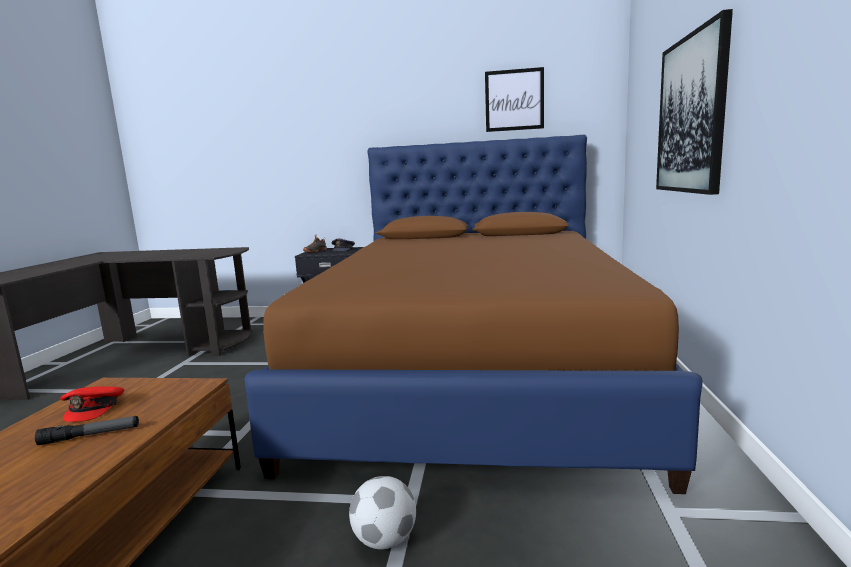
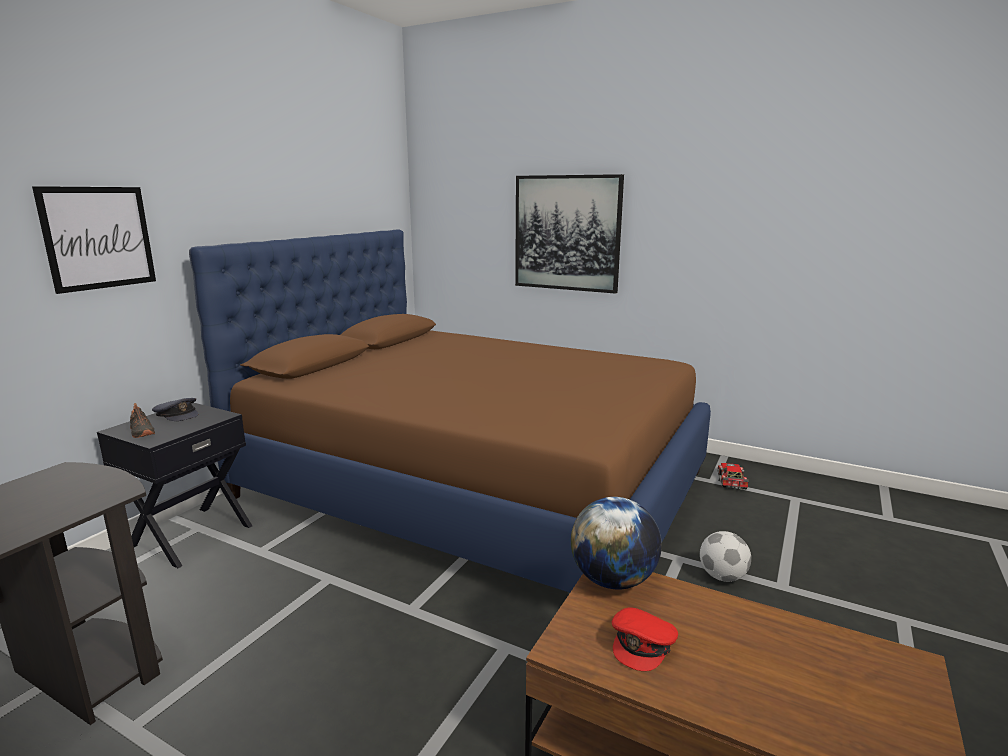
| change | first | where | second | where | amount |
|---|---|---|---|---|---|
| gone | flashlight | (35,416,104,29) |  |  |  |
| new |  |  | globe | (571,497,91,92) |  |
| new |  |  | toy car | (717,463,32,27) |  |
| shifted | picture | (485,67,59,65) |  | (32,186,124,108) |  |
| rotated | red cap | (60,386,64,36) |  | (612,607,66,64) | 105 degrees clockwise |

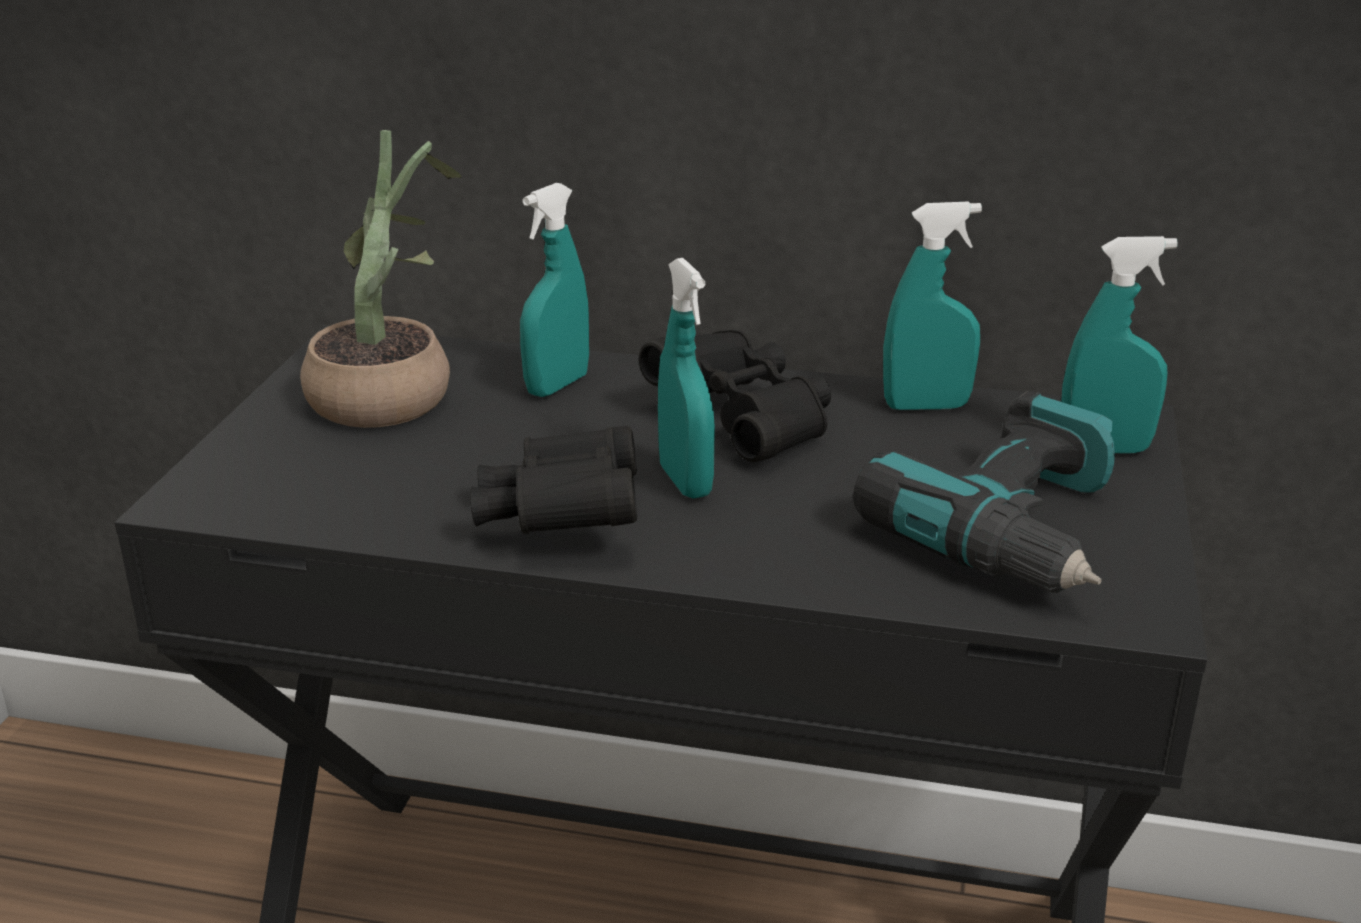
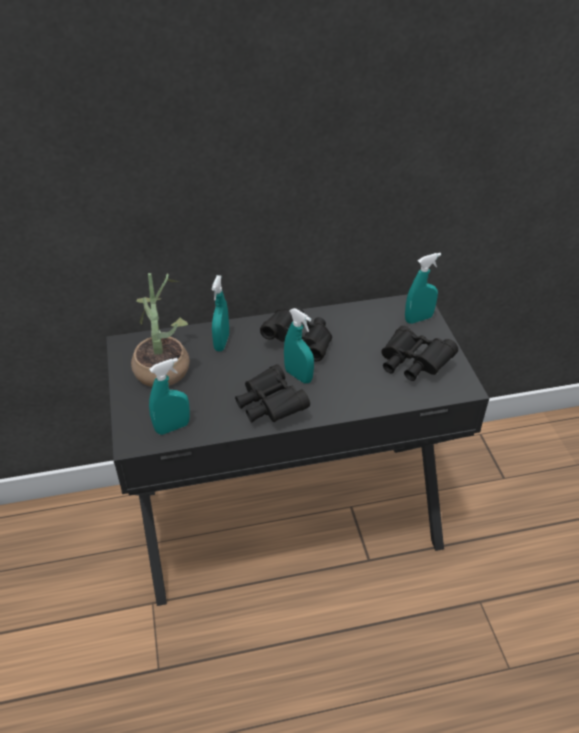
| change | first | where | second | where | amount |
|---|---|---|---|---|---|
| shifted | turquoise spray bottle | (883,201,99,209) |  | (149,358,41,77) |  |
| swapped | power drill | (853,391,262,202) | black binoculars | (381,326,77,55) |  |

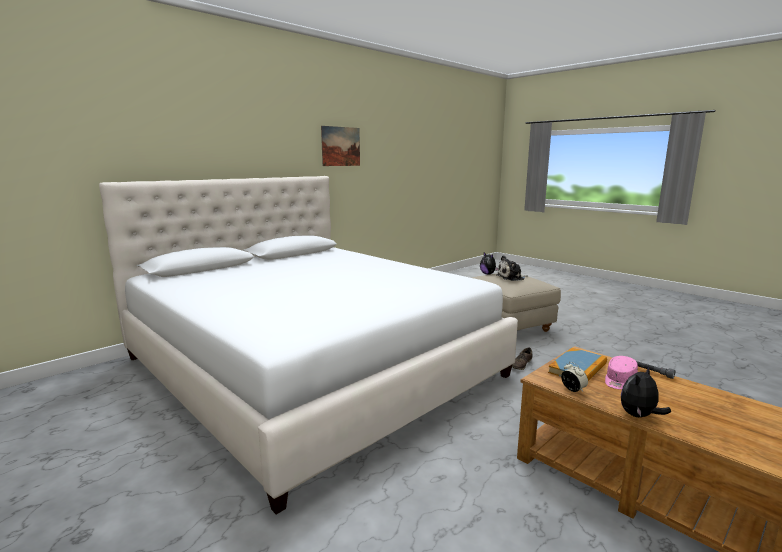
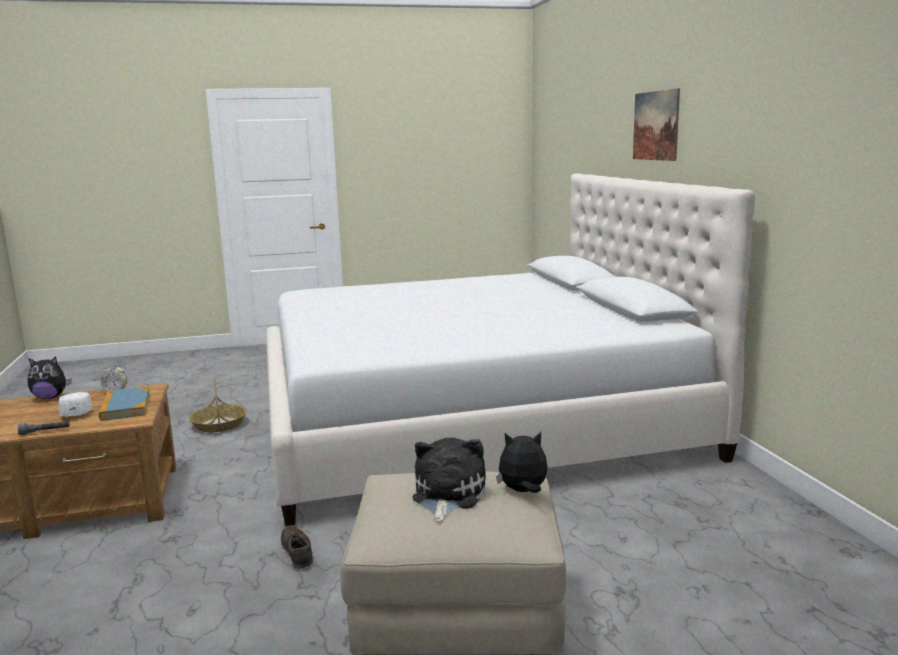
| change | first | where | second | where | amount |
|---|---|---|---|---|---|
| new |  |  | basket | (189,378,58,54) |  |
| shifted | picture | (321,126,39,40) |  | (633,88,47,73) |  |
| repainted | pink cap | (605,356,33,33) | white cap | (59,392,33,24) |  |
| rotated | plush toy | (621,365,50,52) |  | (28,356,44,43) | 90 degrees clockwise |

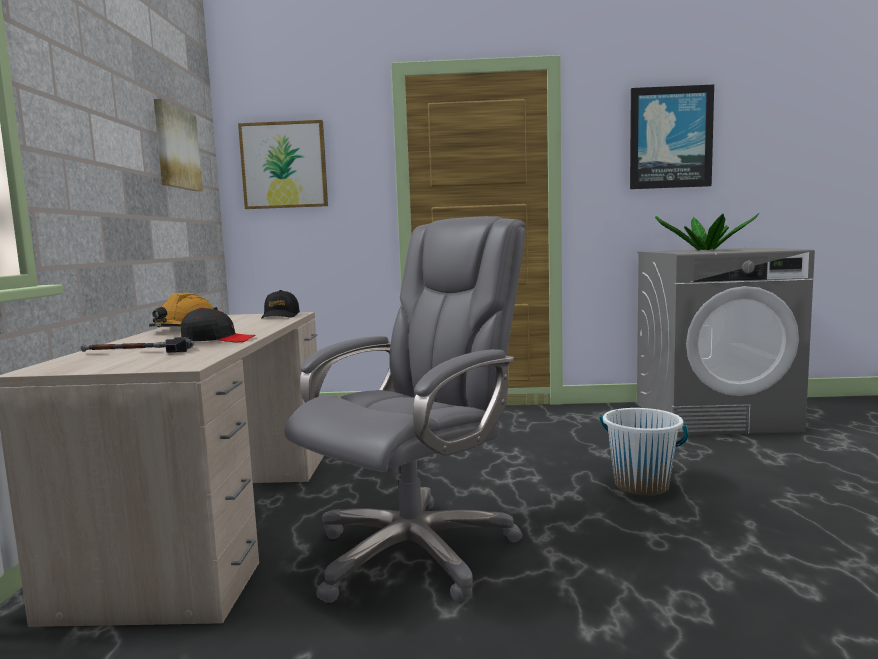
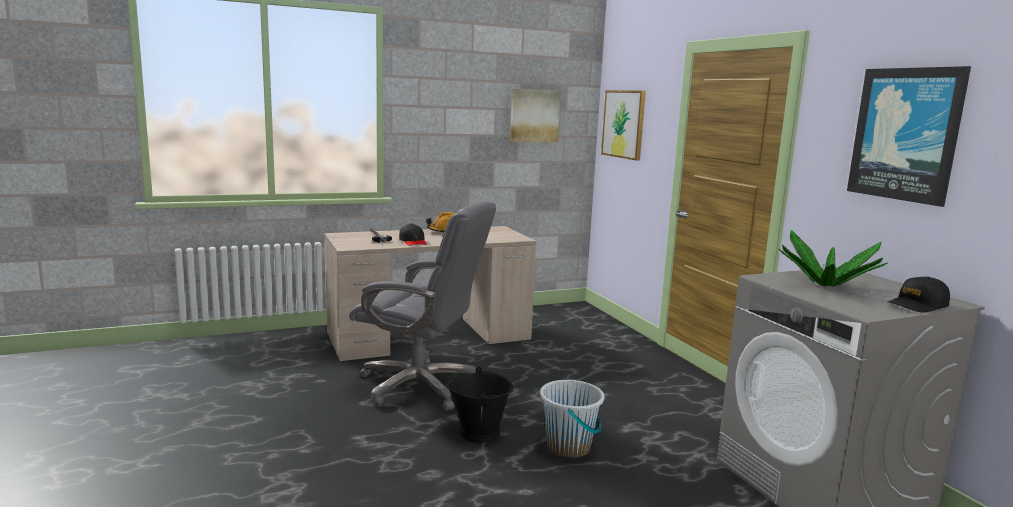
| change | first | where | second | where | amount |
|---|---|---|---|---|---|
| new |  |  | black bucket | (446,367,67,75) |  |
| shifted | black cap | (261,290,39,29) |  | (888,276,62,36) |  |

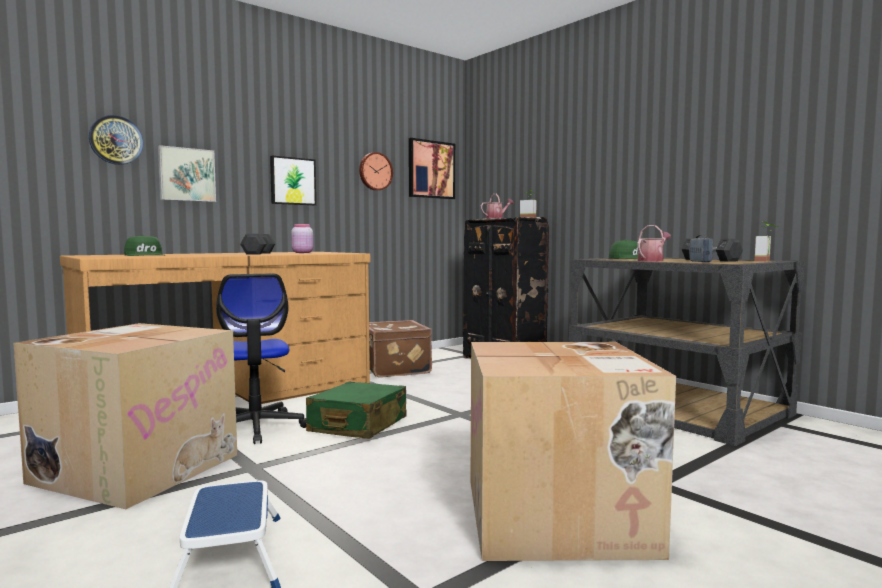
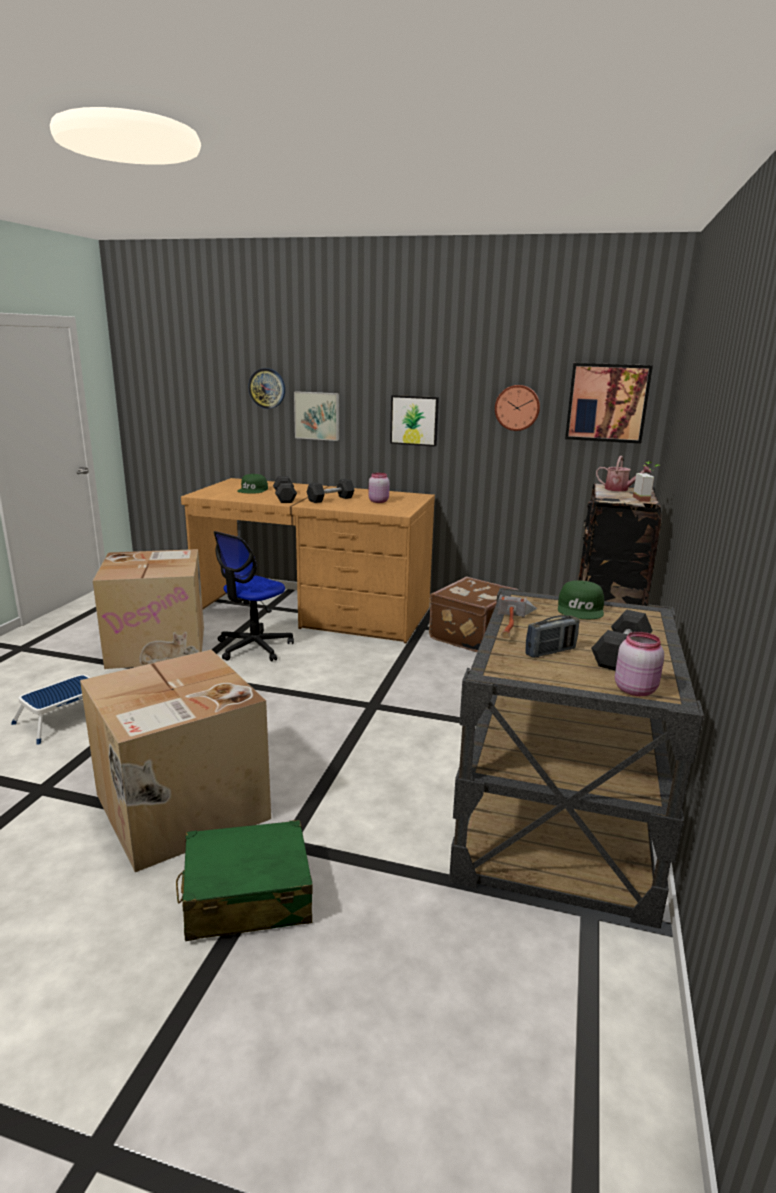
| change | first | where | second | where | amount |
|---|---|---|---|---|---|
| new |  |  | grey dumbbell | (273,476,24,27) |  |
| shifted | green suitcase | (306,382,100,57) |  | (176,820,136,121) |  |
| swapped | watering can | (637,225,34,36) | hammer | (498,595,39,43) |  |
| swapped | potted plant | (755,222,25,39) | pink jar | (615,632,49,64) |  |

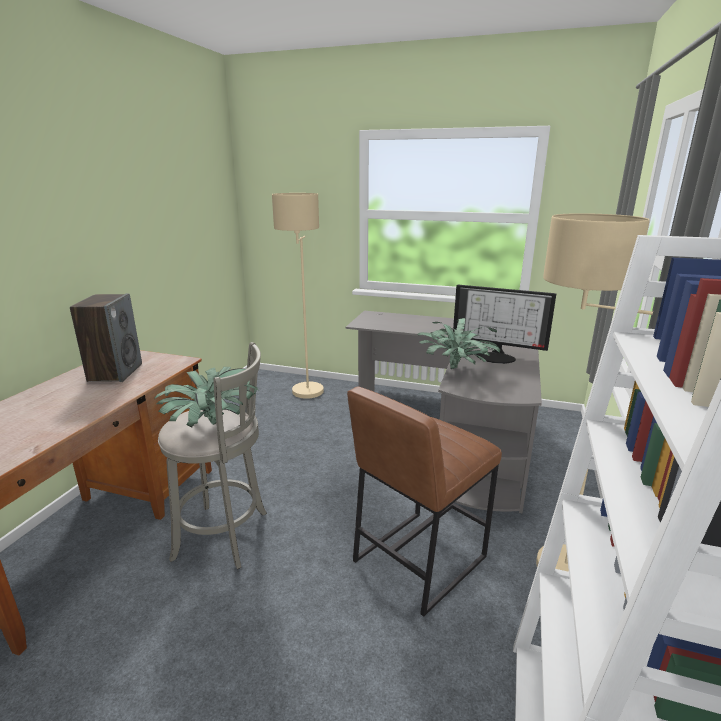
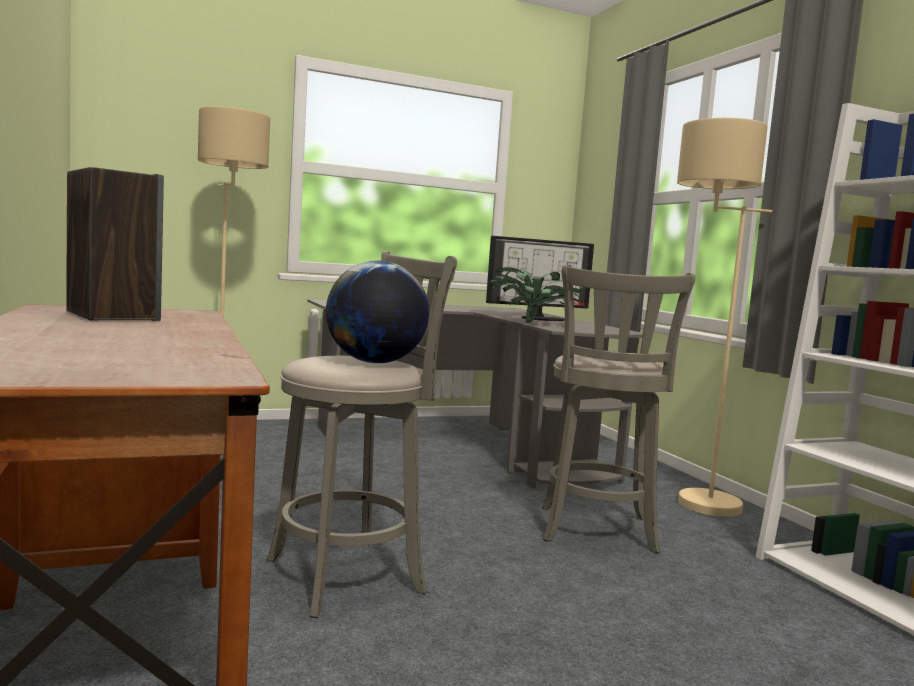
| change | first | where | second | where | amount |
|---|---|---|---|---|---|
| swapped | potted plant | (154,367,104,60) | globe | (326,260,103,103) |  |
| swapped | brown chair | (347,387,155,230) | grey stool | (542,265,154,288) |  |

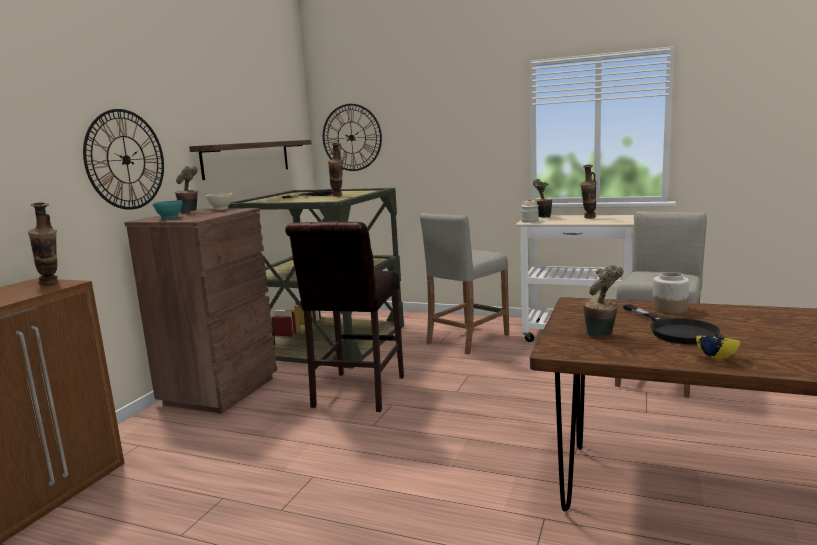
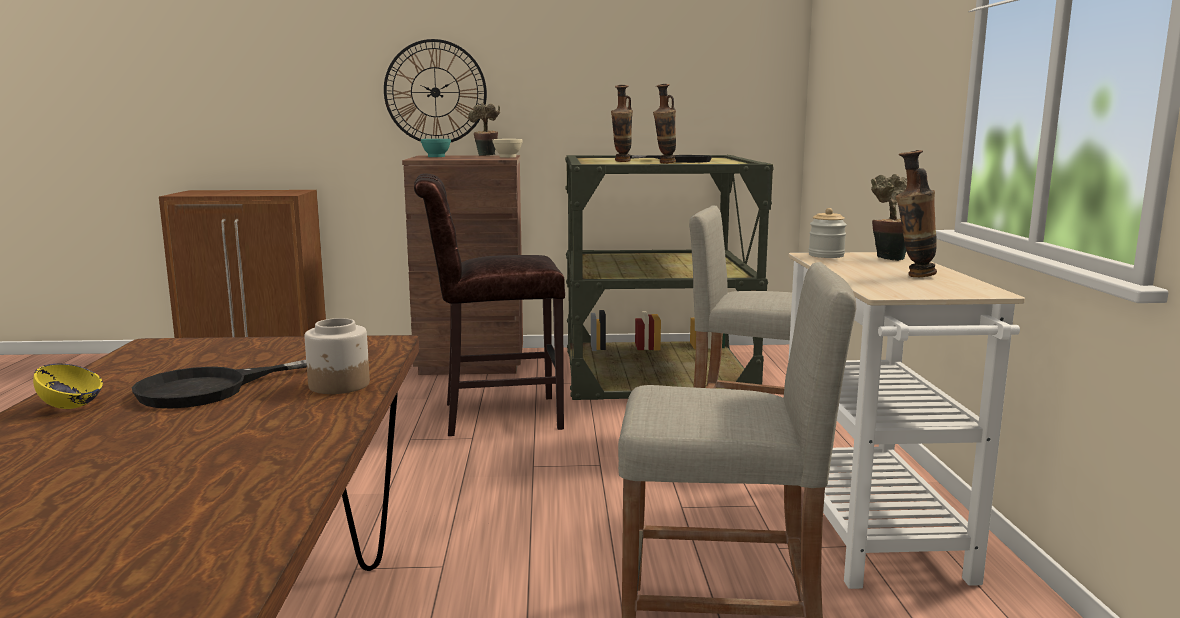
| change | first | where | second | where | amount |
|---|---|---|---|---|---|
| gone | shelf | (189,140,123,40) |  |  |  |
| gone | wall clock | (323,104,59,67) |  |  |  |
| gone | potted plant | (583,265,40,72) |  |  |  |
| shifted | vase | (28,203,31,83) |  | (611,85,22,77) |  |

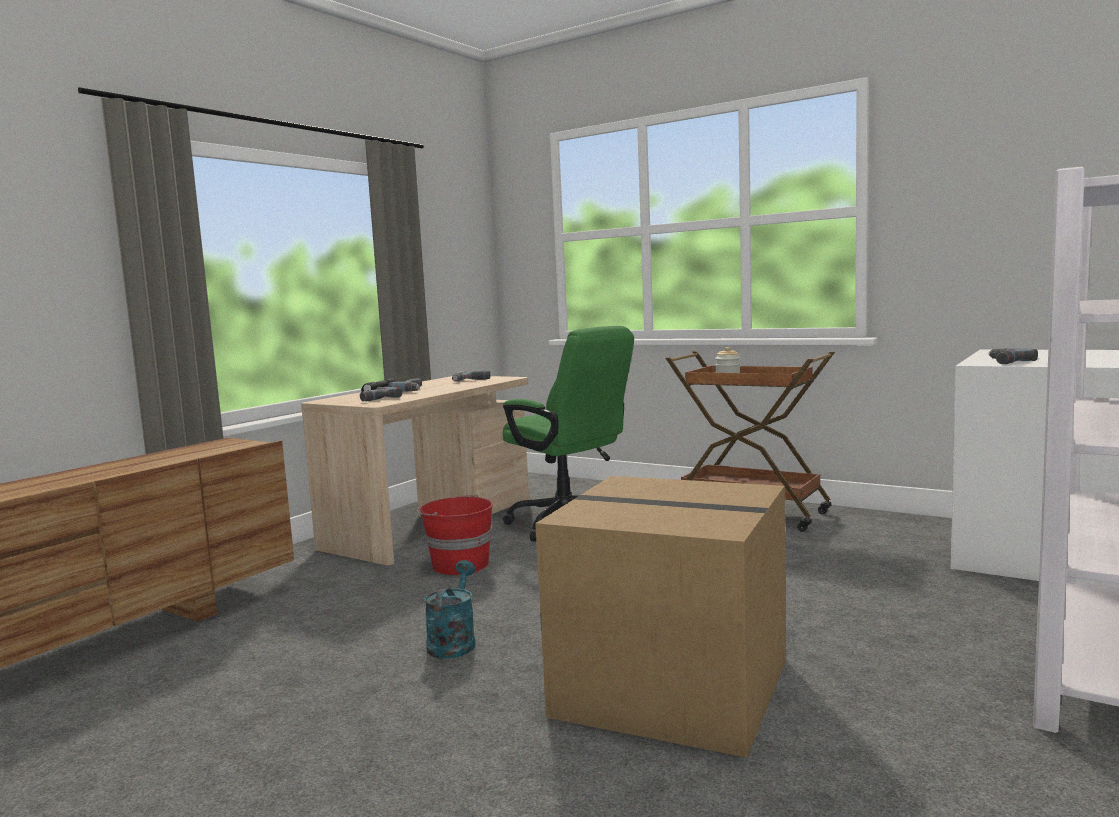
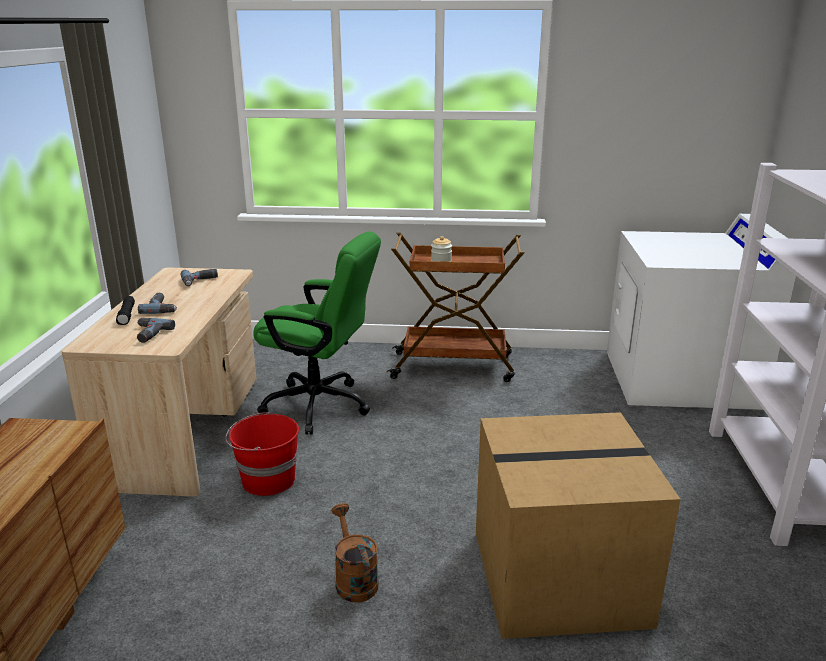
| change | first | where | second | where | amount |
|---|---|---|---|---|---|
| gone | power drill | (988,348,50,16) |  |  |  |
| repainted | turquoise watering can | (424,560,51,99) | brown watering can | (331,503,48,99) |  |

